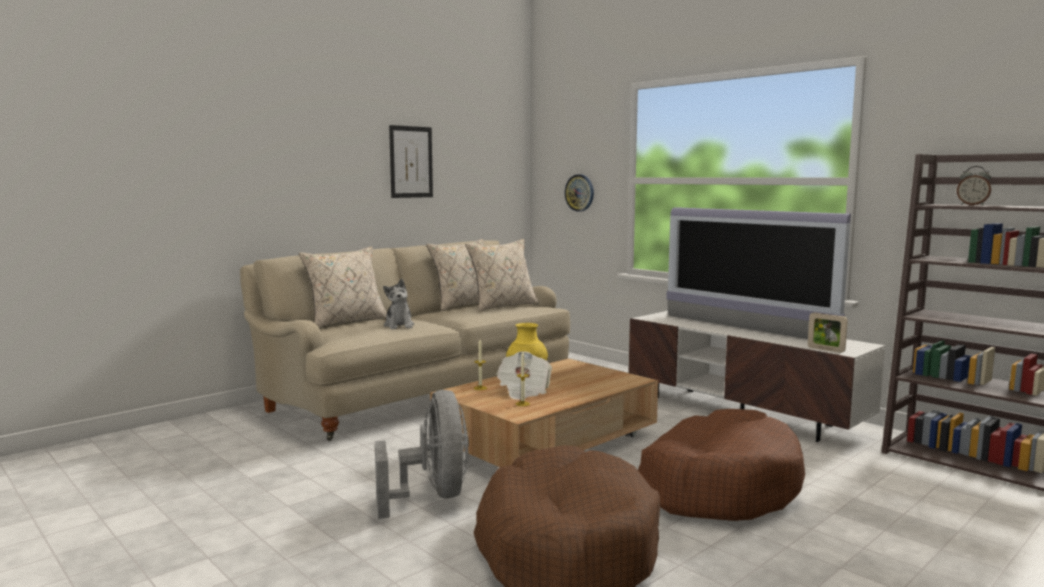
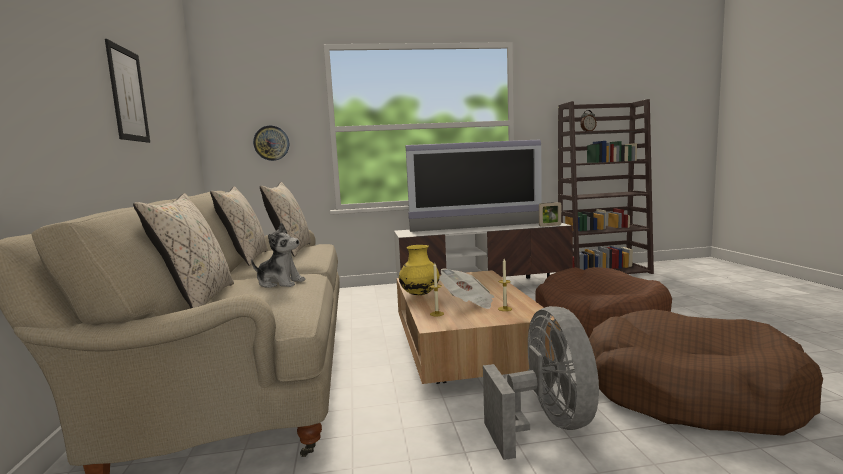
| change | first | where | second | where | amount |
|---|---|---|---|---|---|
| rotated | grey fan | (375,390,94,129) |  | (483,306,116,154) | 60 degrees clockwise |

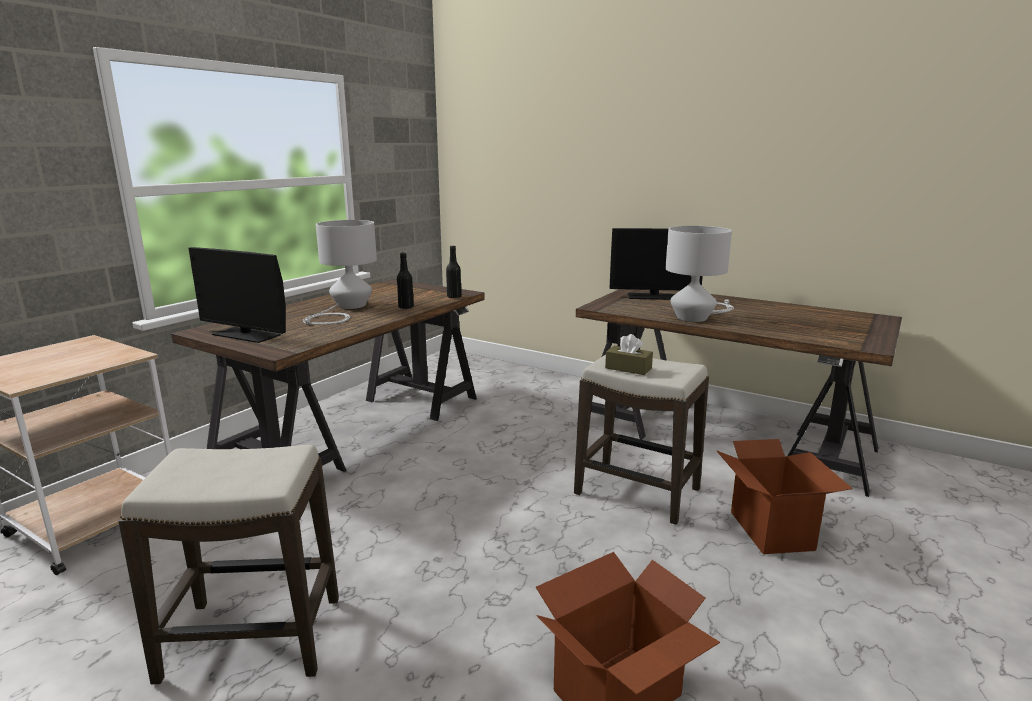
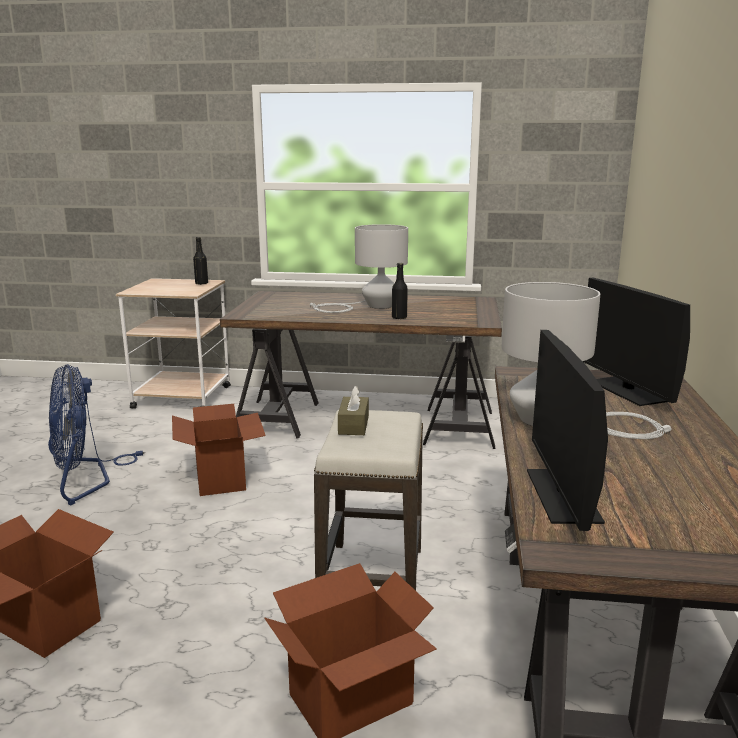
| change | first | where | second | where | amount |
|---|---|---|---|---|---|
| new |  |  | cardboard box | (172,404,94,92) |  |
| shifted | monitor | (189,247,97,96) |  | (527,330,81,201) |  |
| shifted | black bottle | (446,246,15,53) |  | (193,237,15,48) |  |
| swapped | stool | (118,445,221,239) | blue fan | (48,364,97,142) |  |

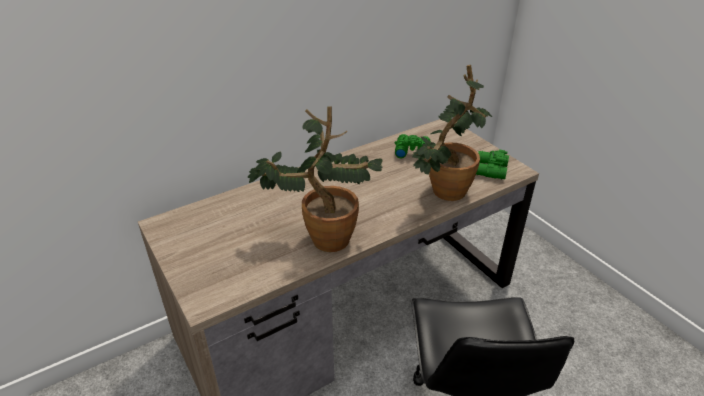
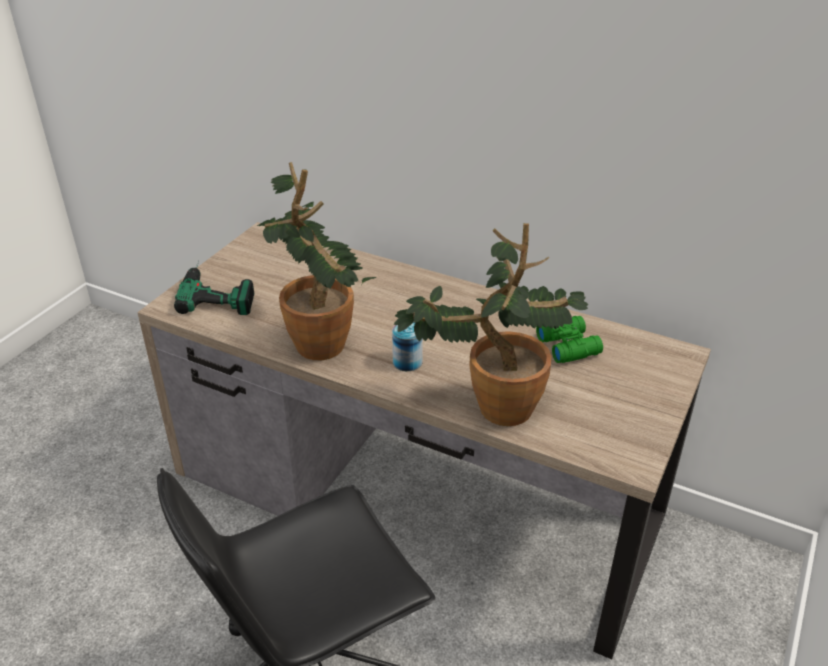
| change | first | where | second | where | amount |
|---|---|---|---|---|---|
| gone | green binoculars | (476,149,33,30) |  |  |  |
| new |  |  | power drill | (174,261,80,54) |  |
| new |  |  | can | (392,322,31,49) |  |

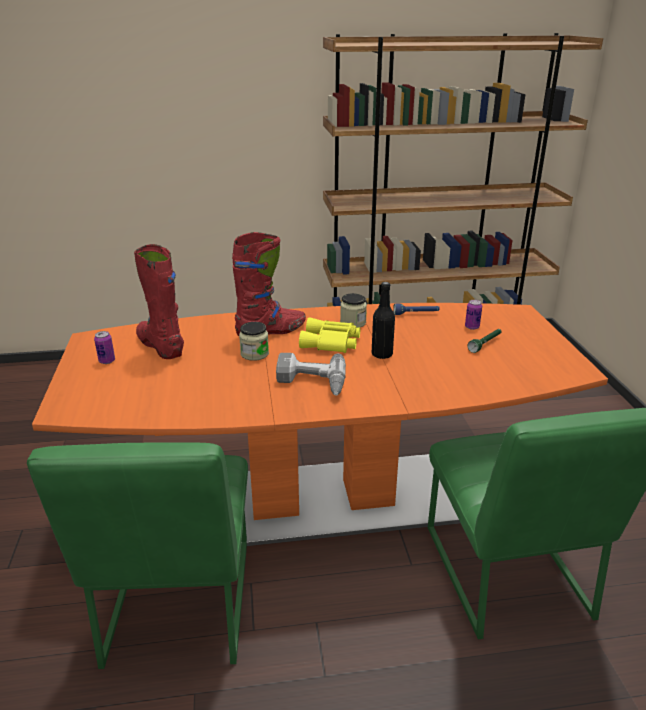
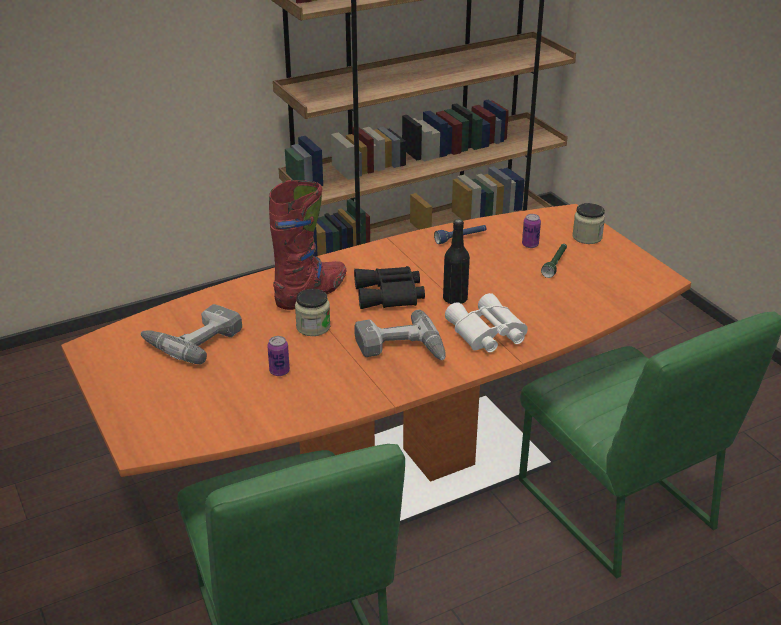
| change | first | where | second | where | amount |
|---|---|---|---|---|---|
| new |  |  | white binoculars | (445,293,83,59) |  |
| shifted | can | (94,331,21,33) |  | (267,336,23,40) |  |
| shifted | jar | (340,293,27,35) |  | (572,203,33,41) |  |
| swapped | red boot | (134,244,50,115) | power drill | (141,304,101,60) |  |
| repainted | yellow binoculars | (299,317,61,36) | black binoculars | (354,266,71,43) |  |

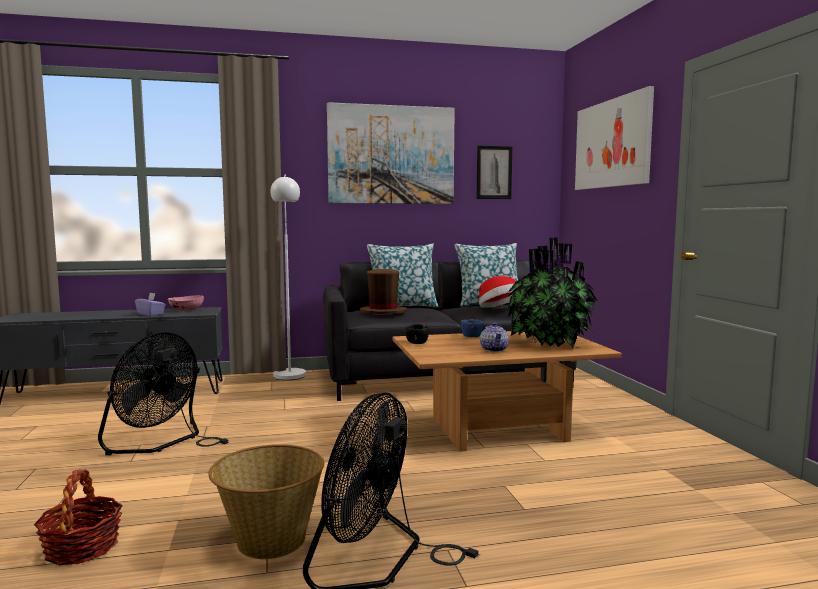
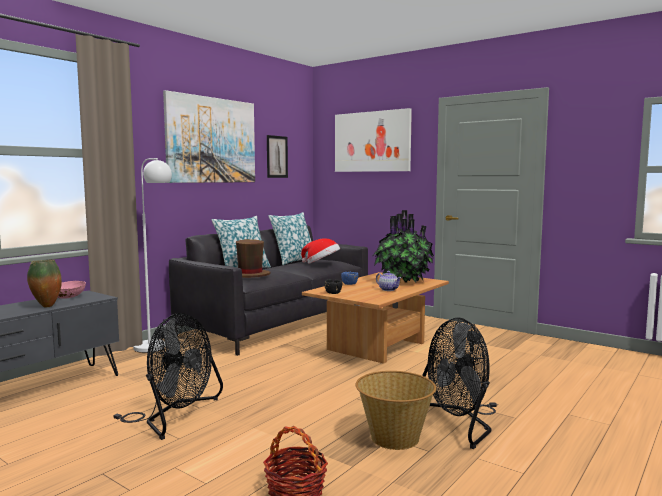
| change | first | where | second | where | amount |
|---|---|---|---|---|---|
| swapped | purple tissue box | (135,293,31,23) | vase | (27,260,35,47) |  |
| rotated | black fan | (98,332,130,124) |  | (113,313,110,127) | 150 degrees counterclockwise |

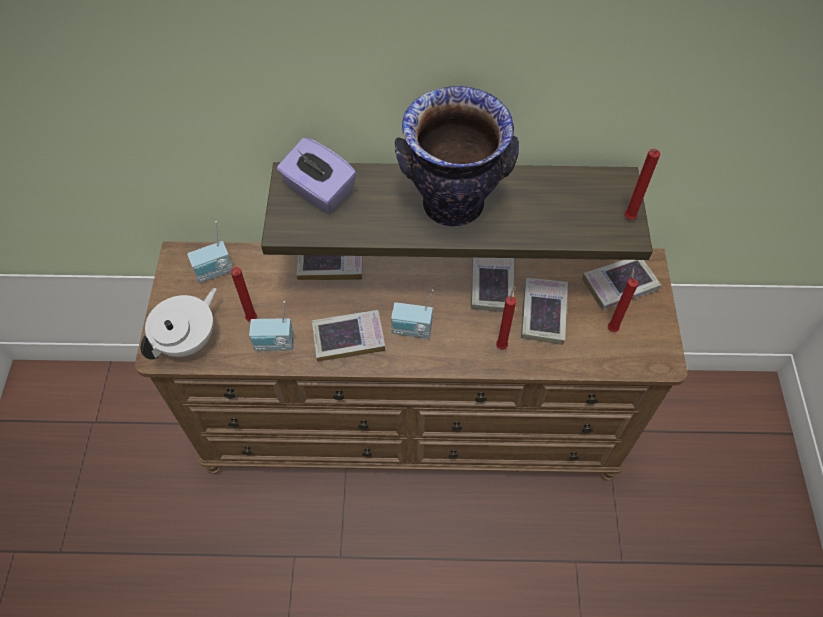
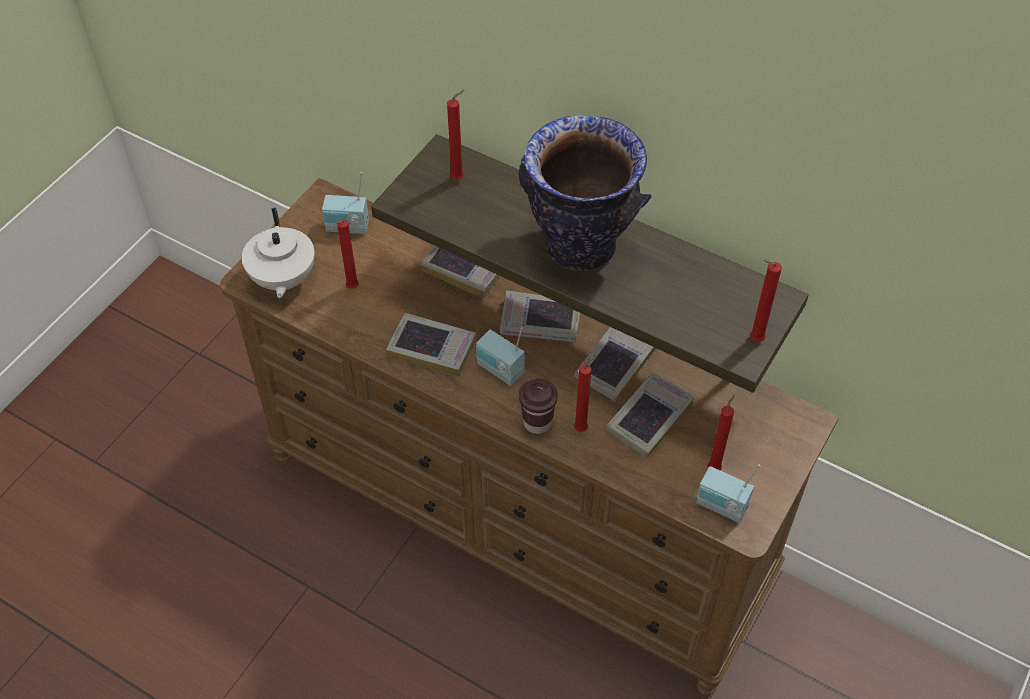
| change | first | where | second | where | amount |
|---|---|---|---|---|---|
| new |  |  | brown cup | (519,378,39,56) |  |
| shifted | radio | (249,301,45,50) |  | (696,464,64,59) |  |
| shifted | book | (582,260,79,50) |  | (500,290,80,52) |  |
| swapped | purple tissue box | (277,138,80,75) | red candle | (447,90,17,90) |  |
| rotated | white teapot | (141,288,76,71) |  | (242,208,73,90) | 105 degrees clockwise |

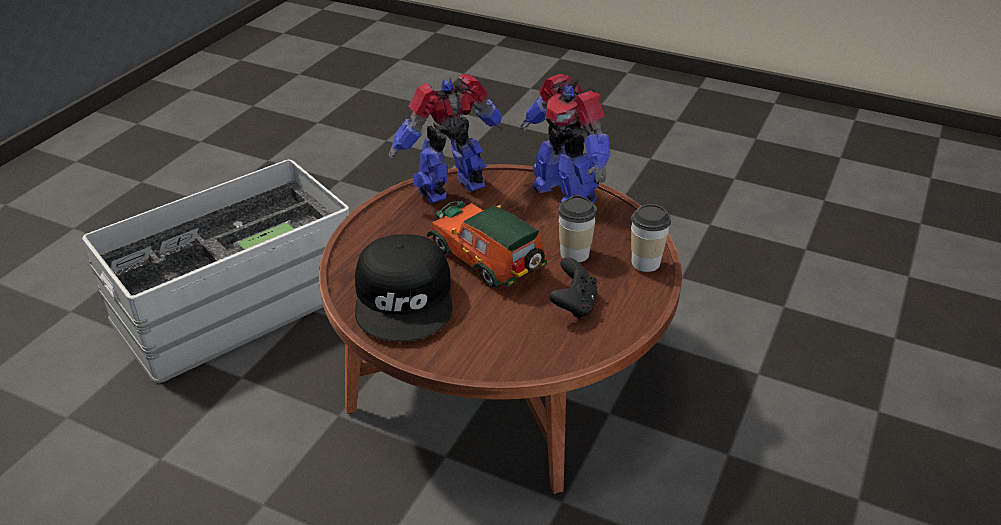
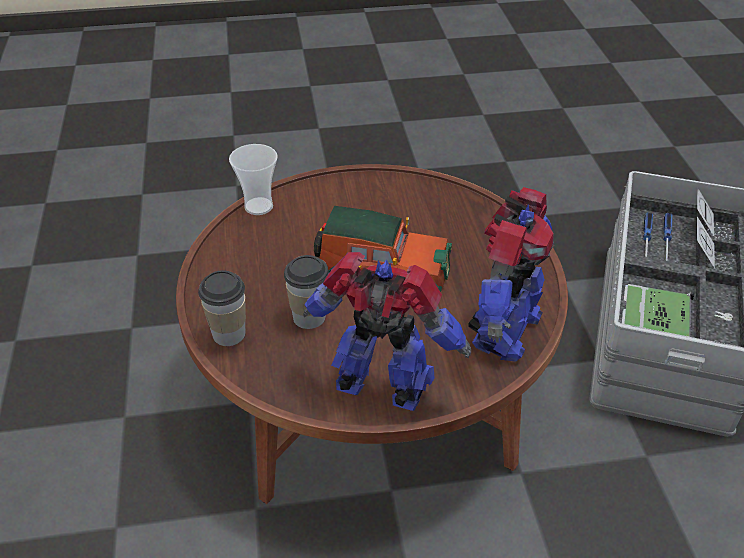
| change | first | where | second | where | amount |
|---|---|---|---|---|---|
| gone | black cap | (355,234,97,108) |  |  |  |
| gone | black game controller | (549,257,48,62) |  |  |  |
| new |  |  | cup | (229,144,49,71) |  |

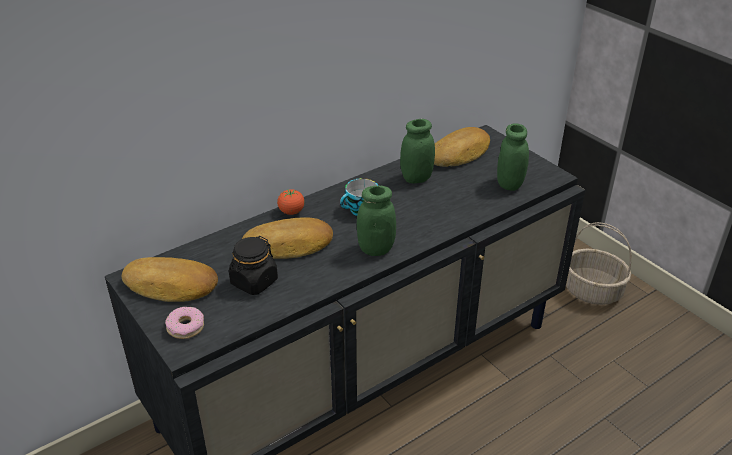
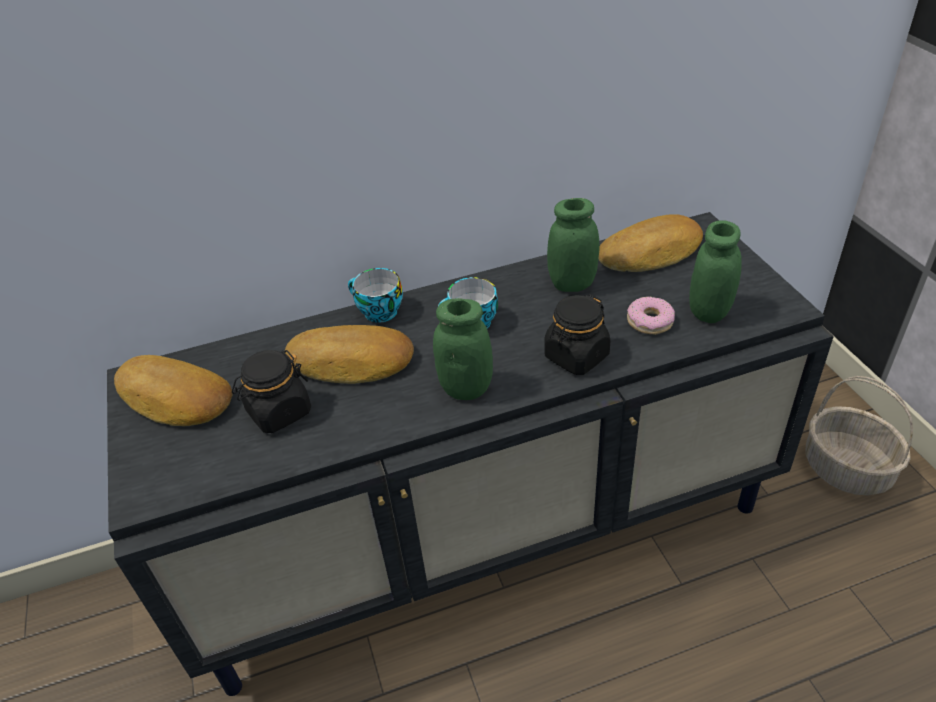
| change | first | where | second | where | amount |
|---|---|---|---|---|---|
| new |  |  | black jar | (544,294,66,81) |  |
| shifted | donut | (165,306,39,33) |  | (627,296,48,38) |  |
| swapped | tomato | (277,189,28,26) | cup | (348,268,55,55) |  |

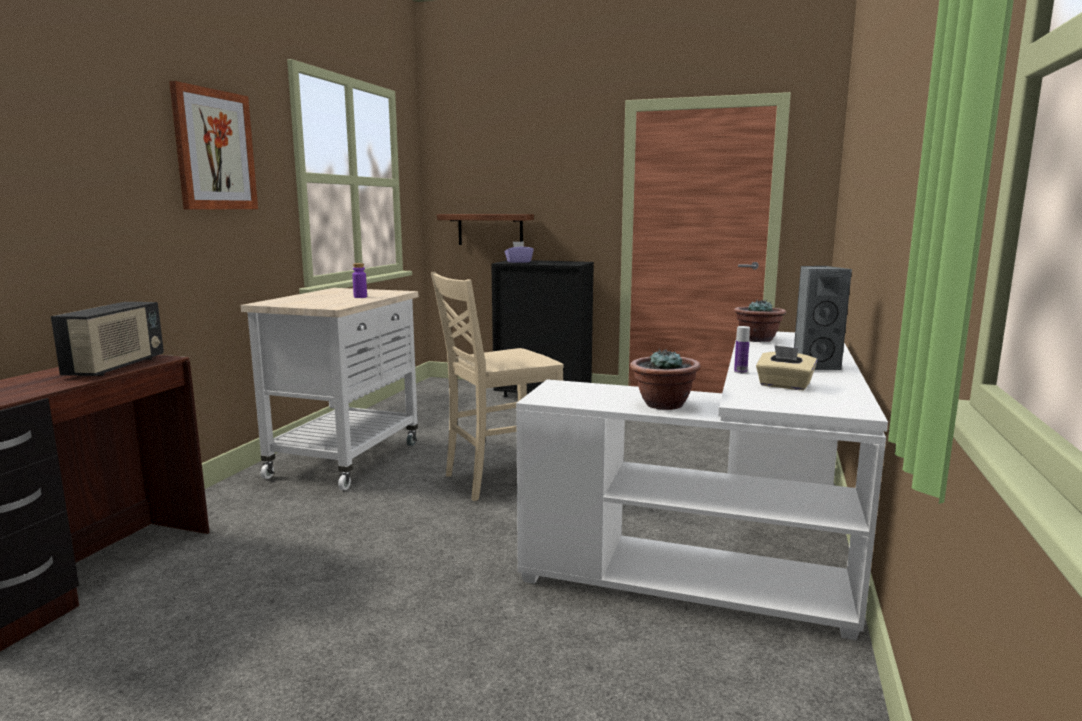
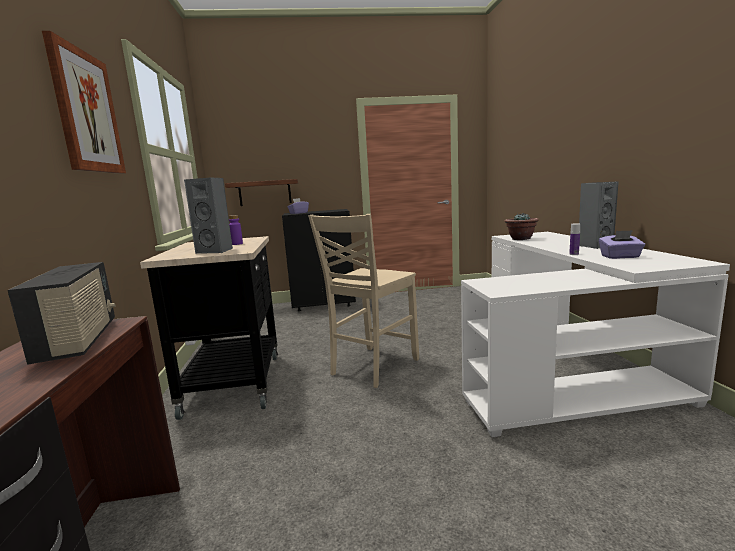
| change | first | where | second | where | amount |
|---|---|---|---|---|---|
| gone | potted plant | (630,349,71,61) |  |  |  |
| new |  |  | grey speaker | (184,177,49,77) |  |
| repainted | white cart | (241,288,177,202) | black cart | (140,236,138,184) |  |
| repainted | beige tissue box | (756,345,61,45) | purple tissue box | (599,230,46,29) |  |

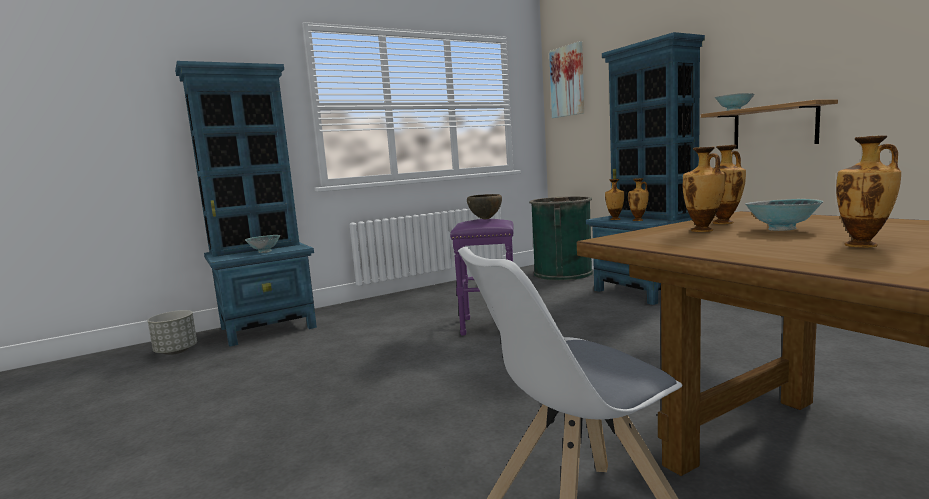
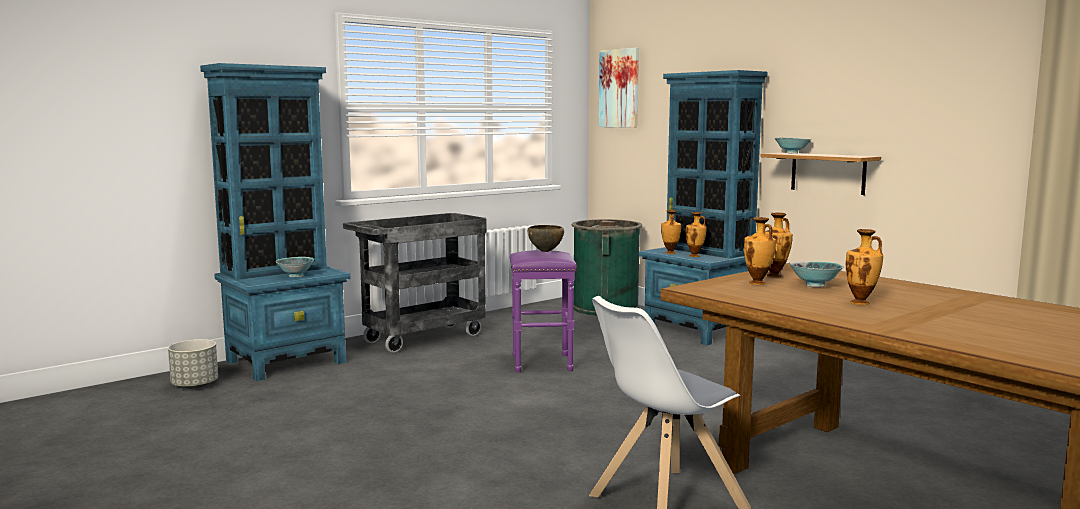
| change | first | where | second | where | amount |
|---|---|---|---|---|---|
| new |  |  | black cart | (343,213,144,140) |  |

